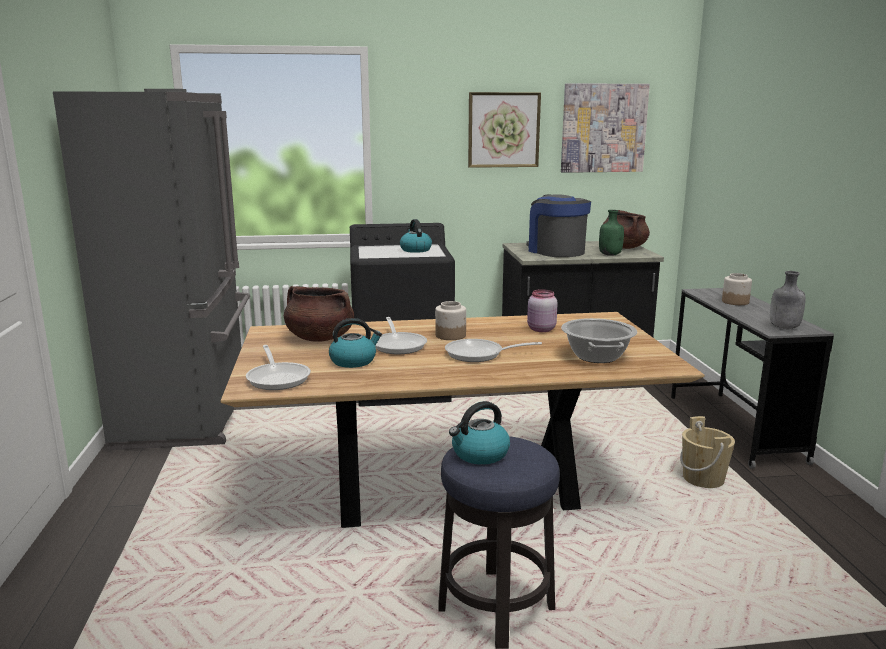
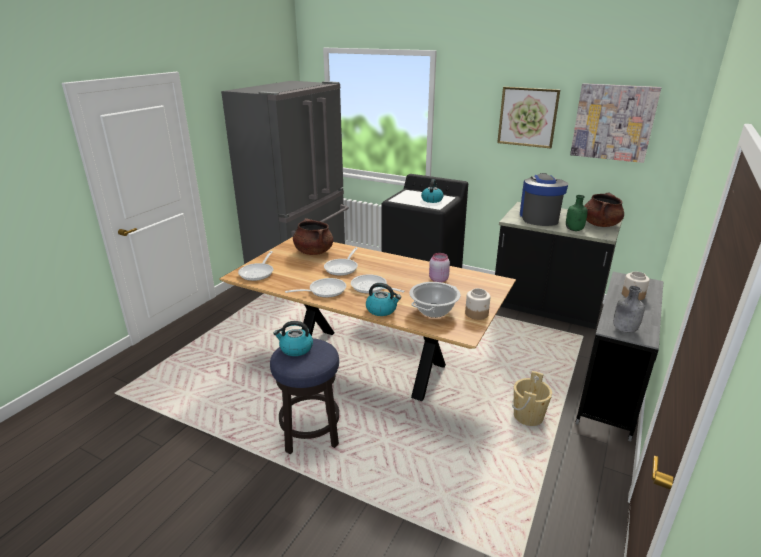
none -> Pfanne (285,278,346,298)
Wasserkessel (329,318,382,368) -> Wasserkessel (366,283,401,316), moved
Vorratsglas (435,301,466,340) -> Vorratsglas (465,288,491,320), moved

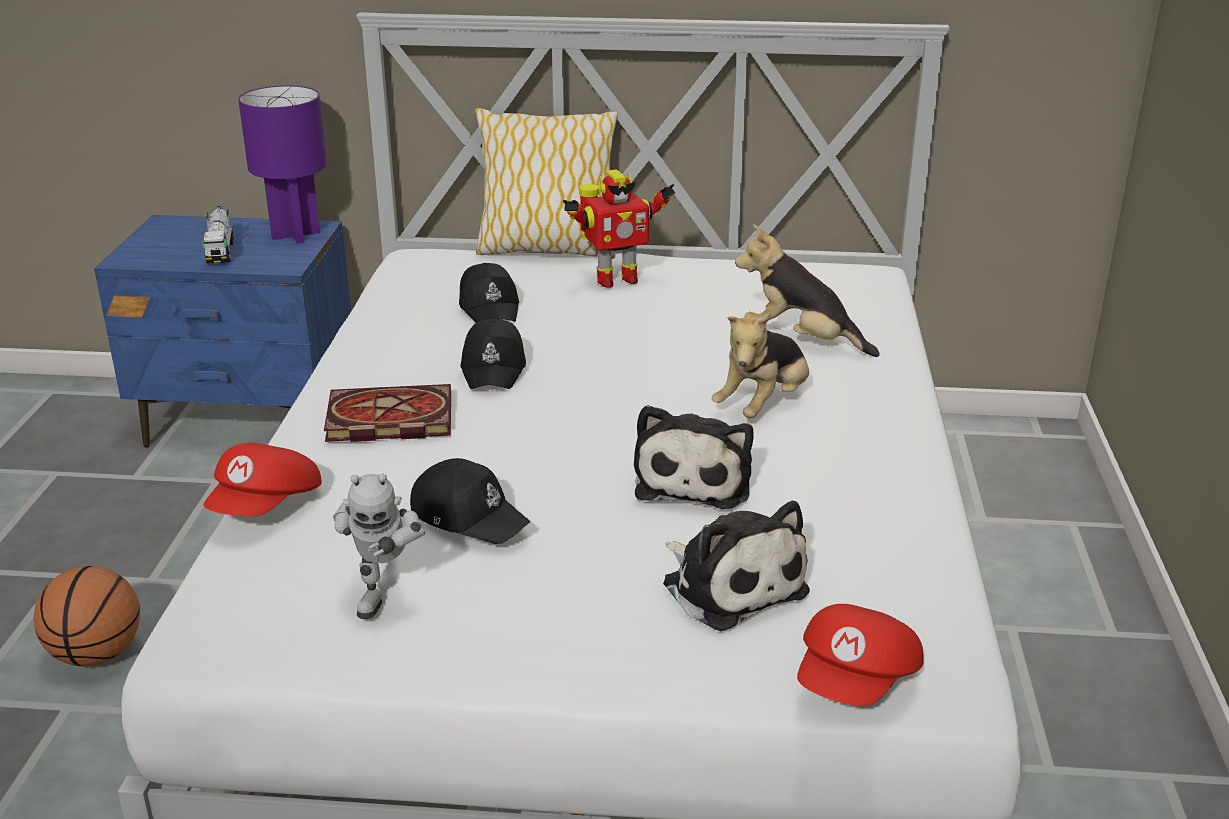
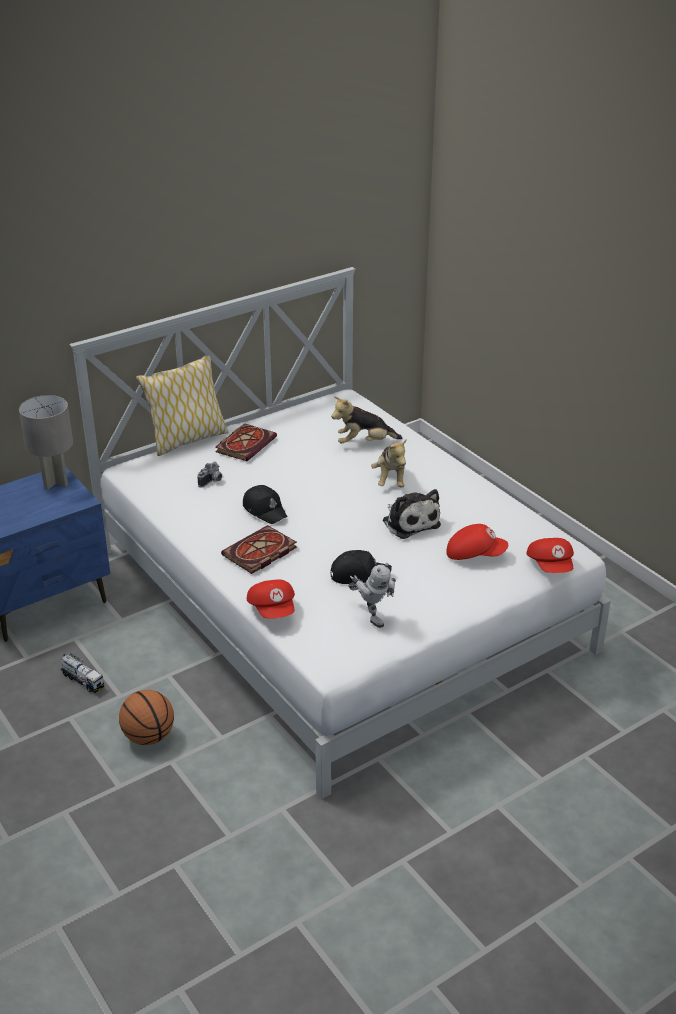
Spielzeuglaster (202,206,234,264) -> Spielzeuglaster (60,653,104,693), moved
Kappe [schwarz] (459,263,519,323) -> Kamera (197,462,222,488)
Spielzeugroboter (563,170,675,288) -> Buch (215,423,277,461)
Plüschtier (663,501,810,631) -> Kappe [rot] (446,524,508,560)
Tischlampe [lila] (238,86,327,244) -> Tischlampe [grau] (19,395,73,490)

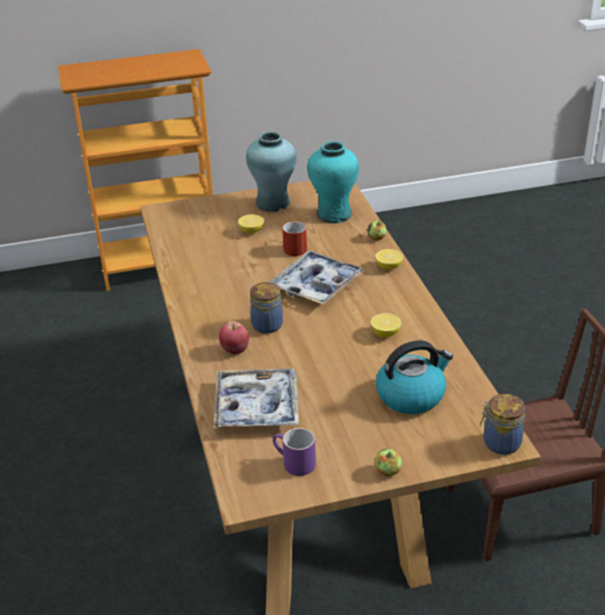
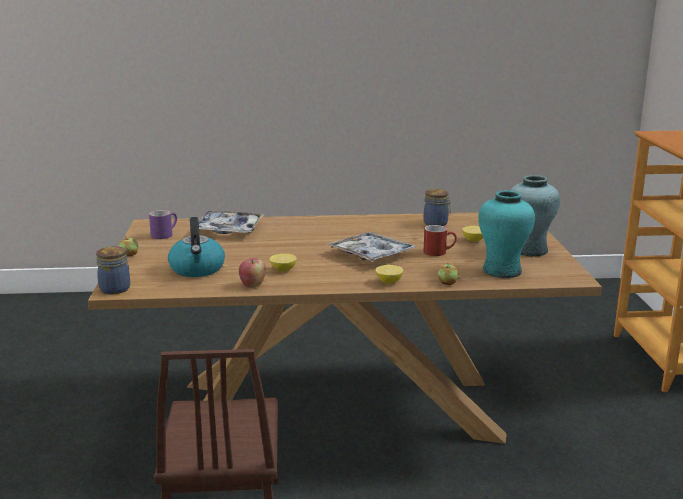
Apfel (219,321,249,354) -> Apfel (239,258,266,288), moved
Vorratsglas (250,282,283,334) -> Vorratsglas (423,189,451,226), moved

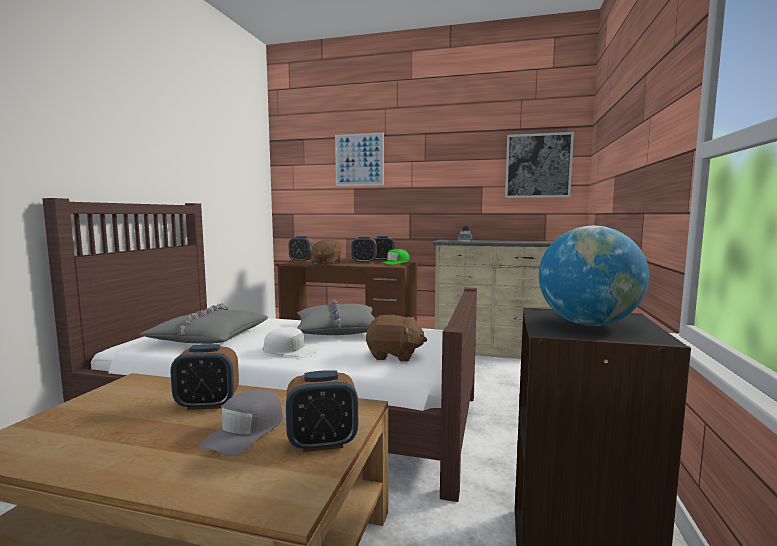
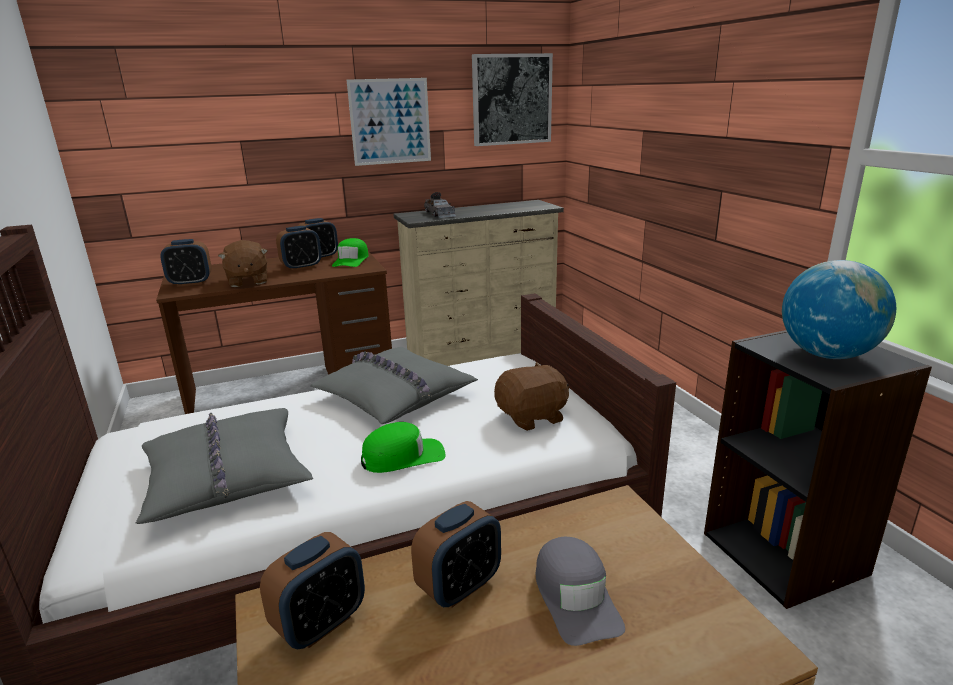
Wecker (286,370,358,452) -> Wecker (260,532,365,649), moved
Bild (335,132,384,186) -> Bild (347,78,431,166), moved
Kappe [weiß] (263,327,320,358) -> Kappe [grün] (361,422,445,473)

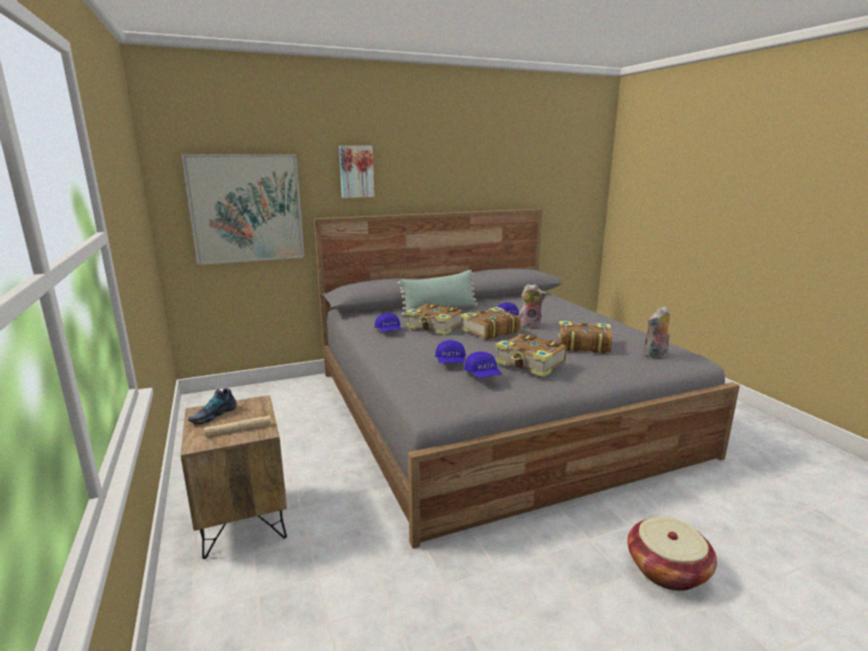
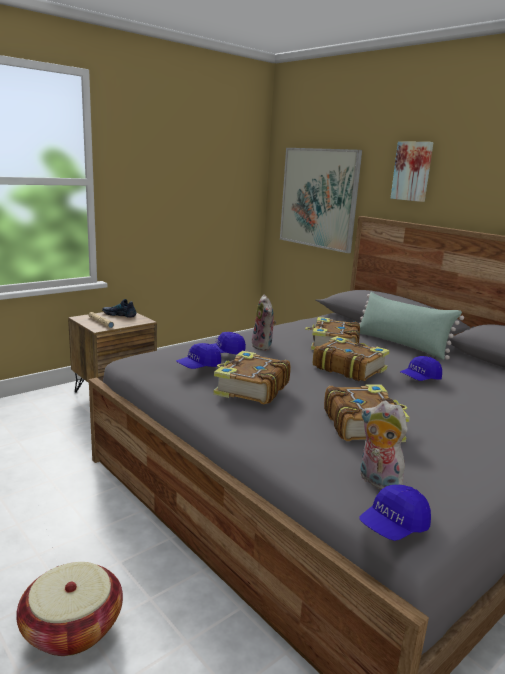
Kappe [blau] (375,313,401,332) -> Kappe [blau] (360,485,431,541), moved
Plüschtier (519,284,547,329) -> Plüschtier (252,295,276,351), moved

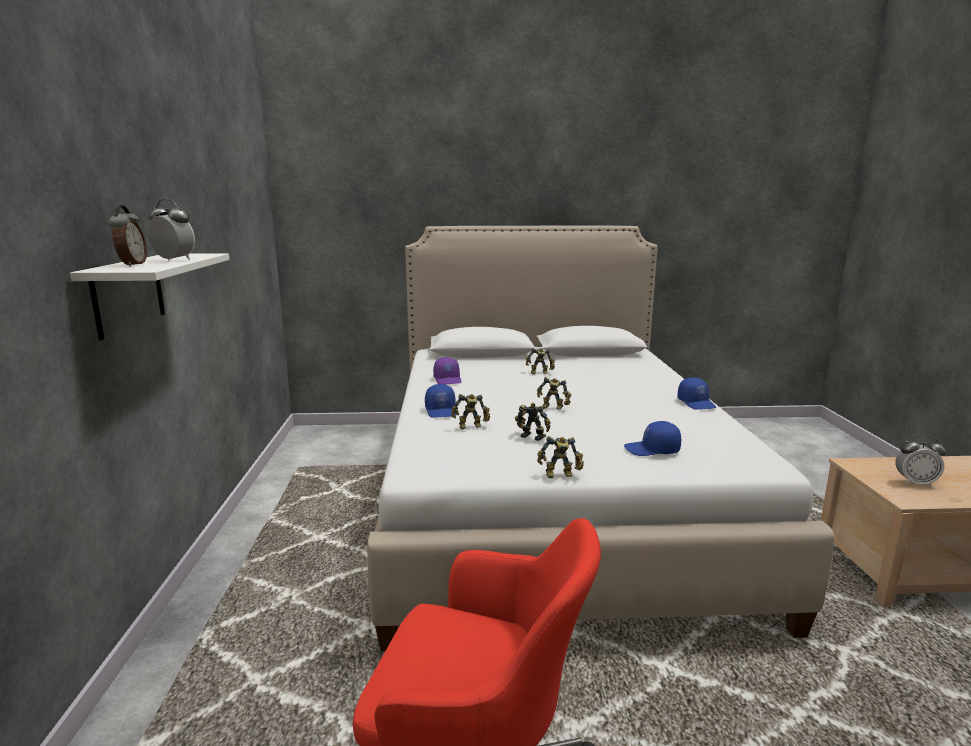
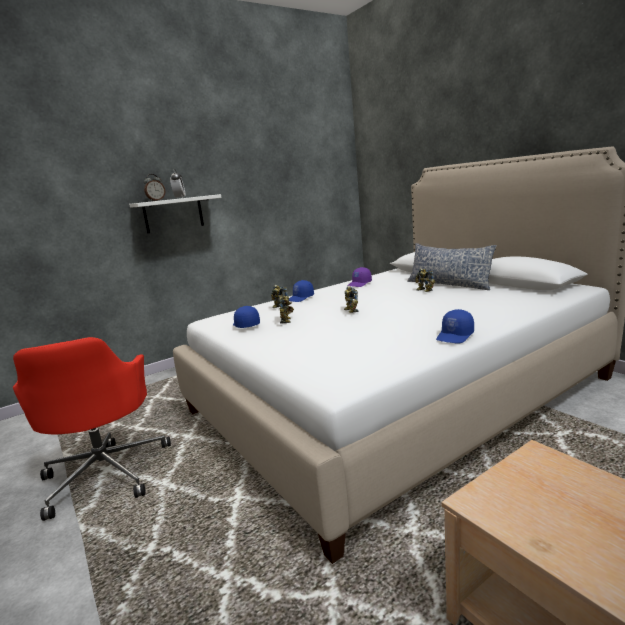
Spielzeugroboter (537,436,584,478) -> none
Wecker (895,435,946,487) -> none
none -> Kissen (407,243,497,290)
Kappe [blau] (624,421,681,456) -> Kappe [blau] (233,306,260,328), moved

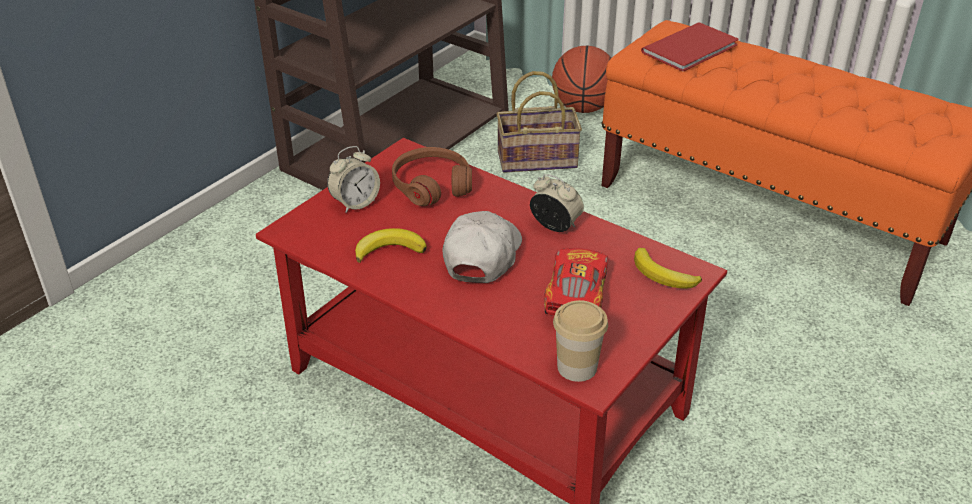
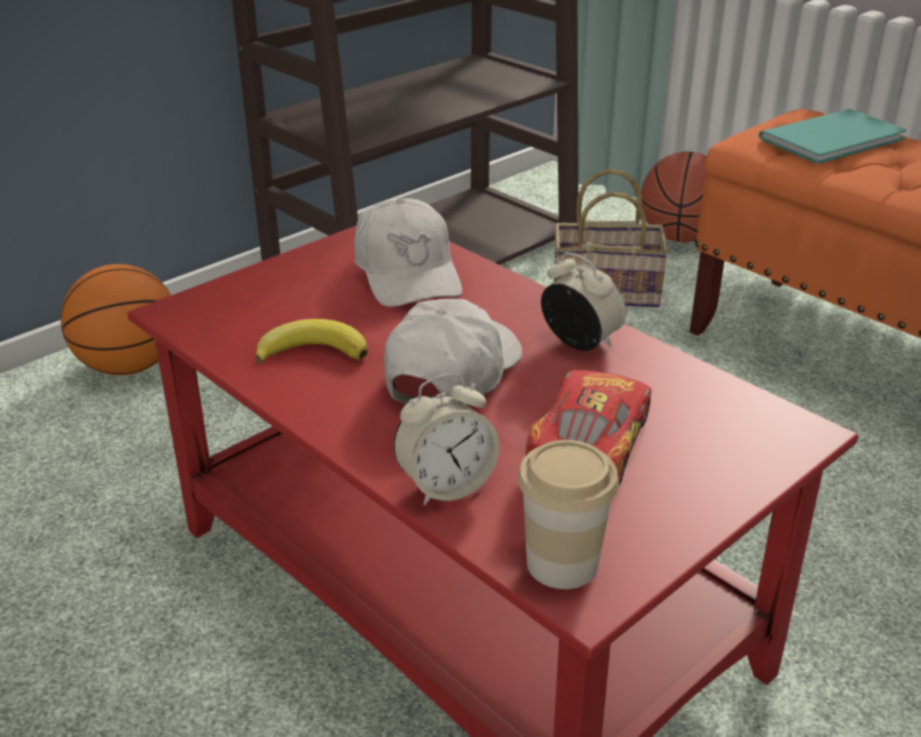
Banane (634,248,702,289) -> none
none -> Basketball (61,264,171,375)
Wecker (327,146,380,213) -> Wecker (394,374,499,506), moved
Kopfhörer [braun] (392,147,472,206) -> Kappe [weiß] (354,198,462,307)
Buch [rot] (641,22,738,71) -> Buch [türkis] (759,109,906,164)

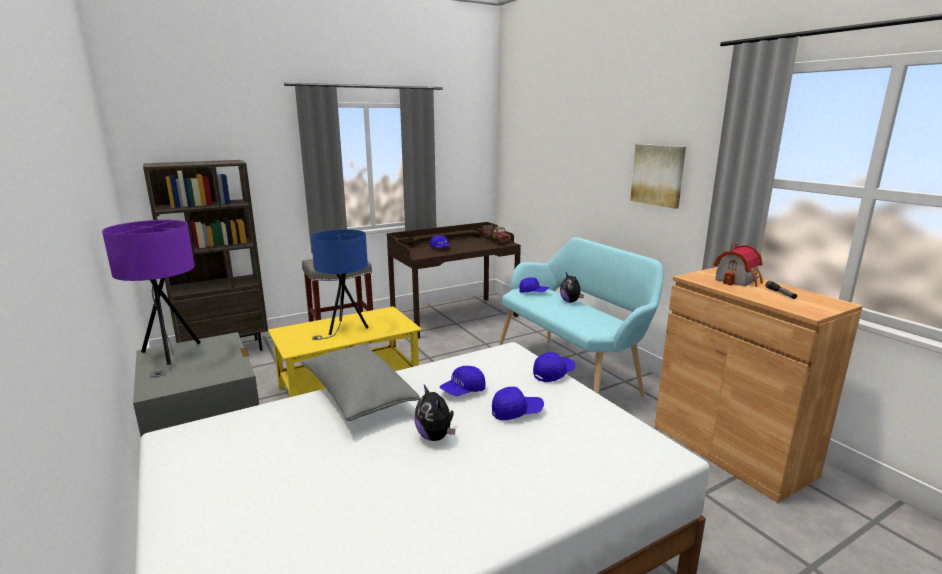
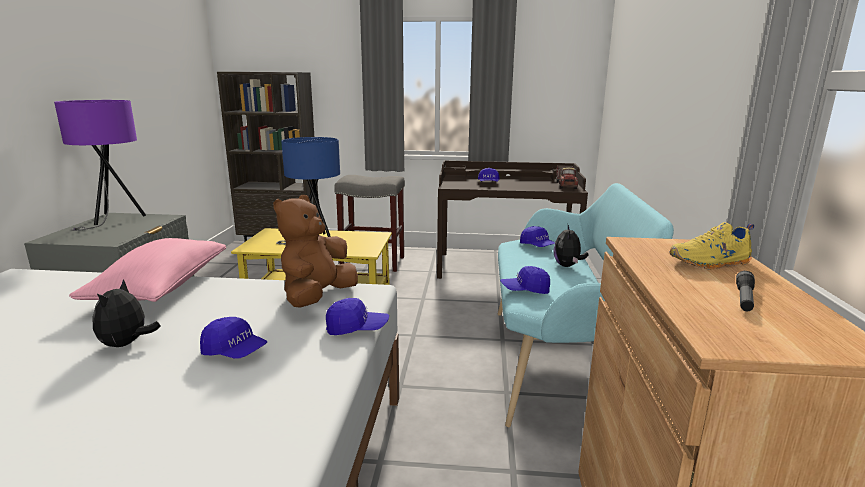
Bild (630,144,686,209) -> none
none -> Plüschtier [braun] (273,195,358,308)
Kappe [blau] (440,366,485,396) -> Kappe [blau] (500,266,550,294), moved
Spielzeughaus (713,242,763,287) -> Schuh [gelb] (669,222,754,270)
Kissen [grau] (302,345,420,421) -> Kissen [rosa] (69,238,226,302)

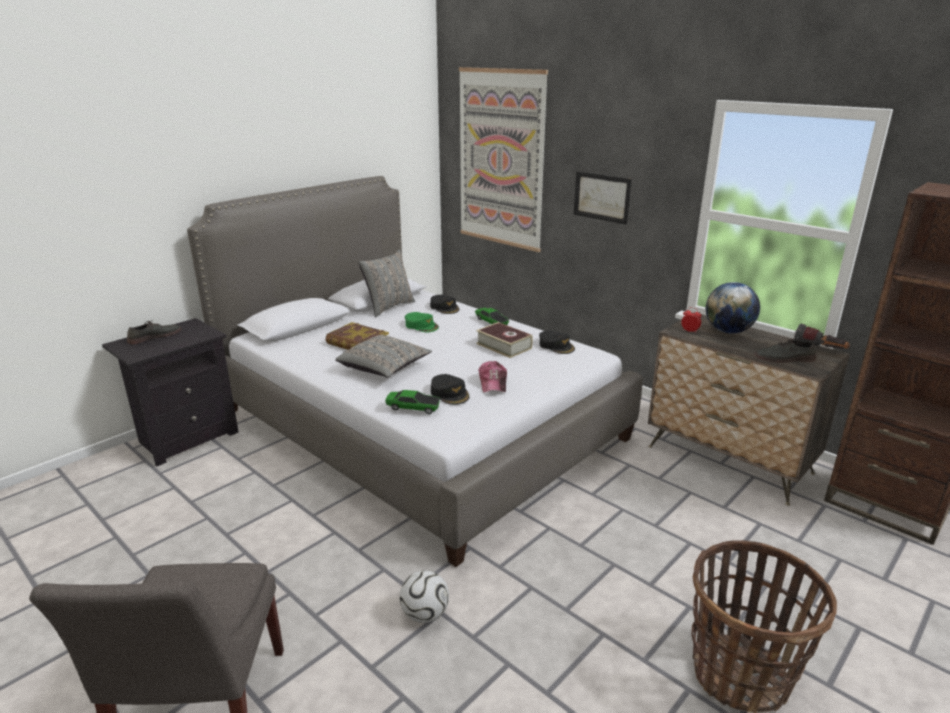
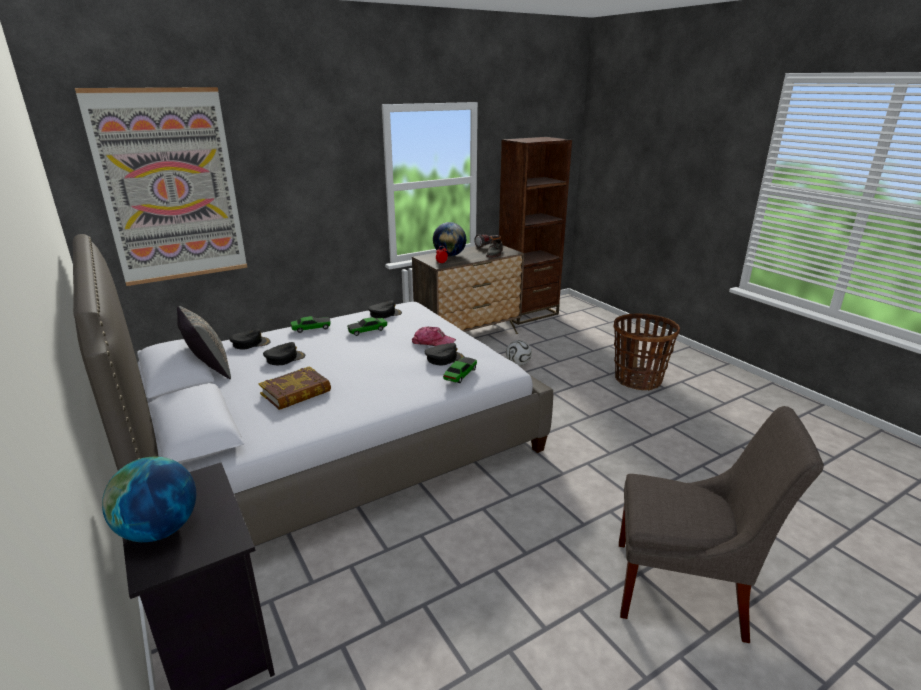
Kissen [grau] (335,335,432,378) -> none
Bild (574,171,631,225) -> none
Fußball (400,570,449,623) -> Fußball (506,340,532,366), moved
Schuh [grau] (127,320,181,344) -> Globus (102,456,196,542)
Buch (476,322,533,358) -> Spielzeugauto (347,317,387,336)
Kappe [grün] (405,312,439,332) -> Kappe [schwarz] (263,342,305,365)

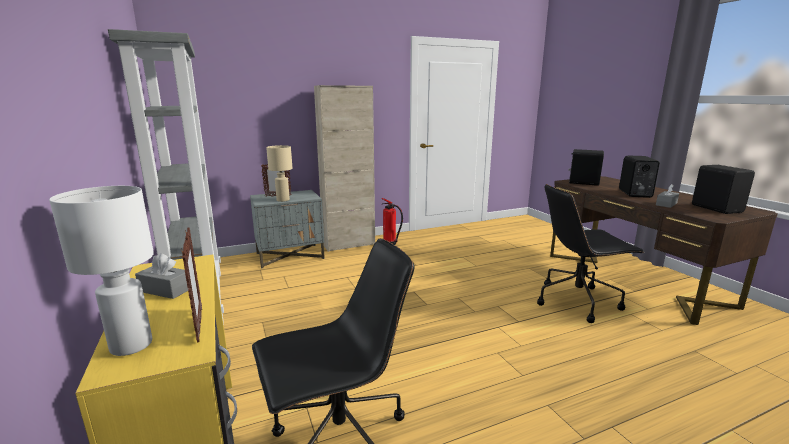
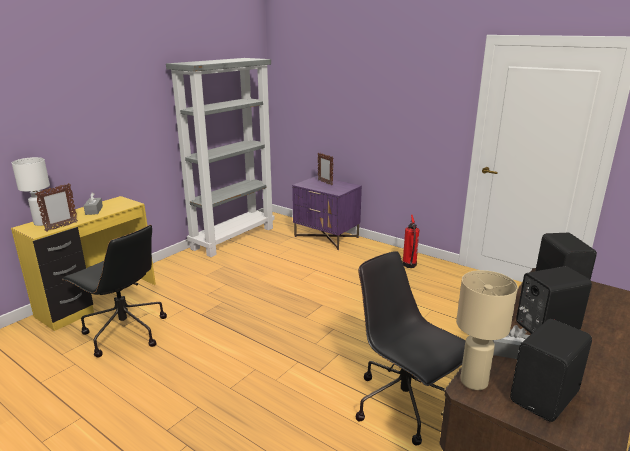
Schrank [beige] (314,85,375,252) -> none
Tischlampe [beige] (266,145,293,202) -> Tischlampe [beige] (456,270,518,390), moved
Nachttisch [grau] (250,190,325,268) -> Nachttisch [lila] (292,176,362,250)

